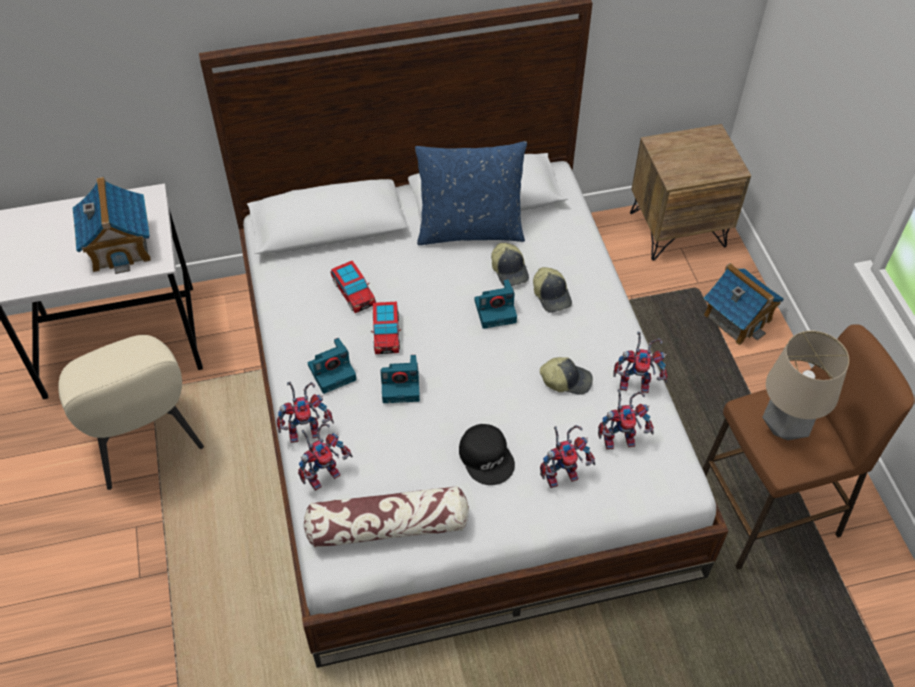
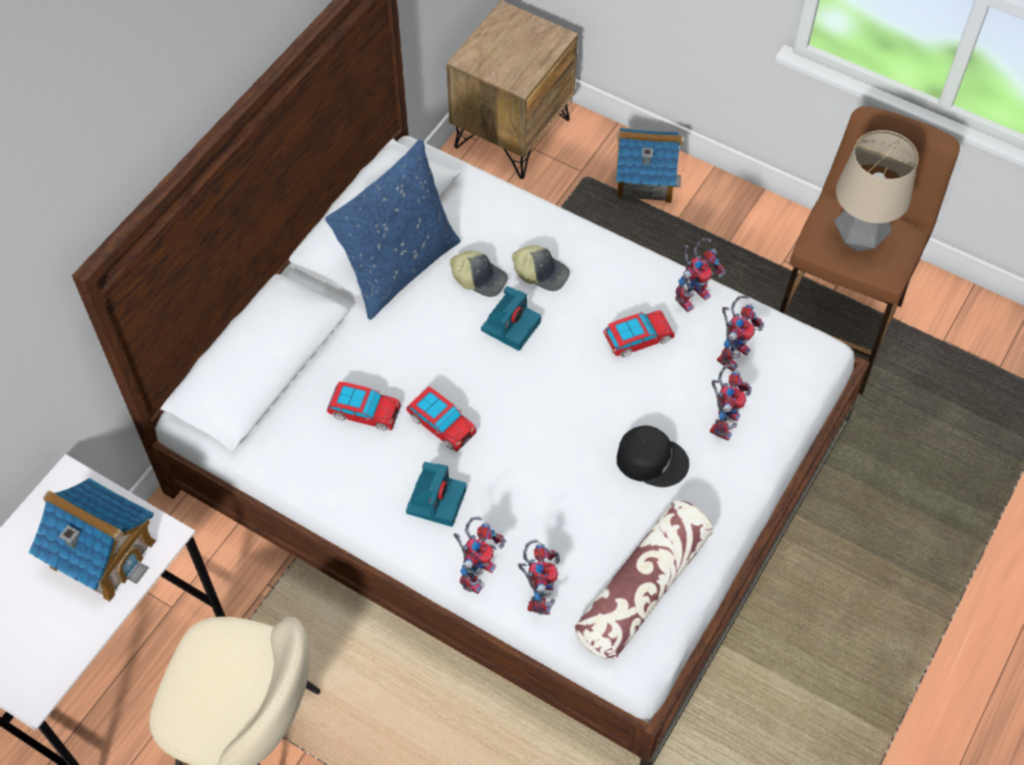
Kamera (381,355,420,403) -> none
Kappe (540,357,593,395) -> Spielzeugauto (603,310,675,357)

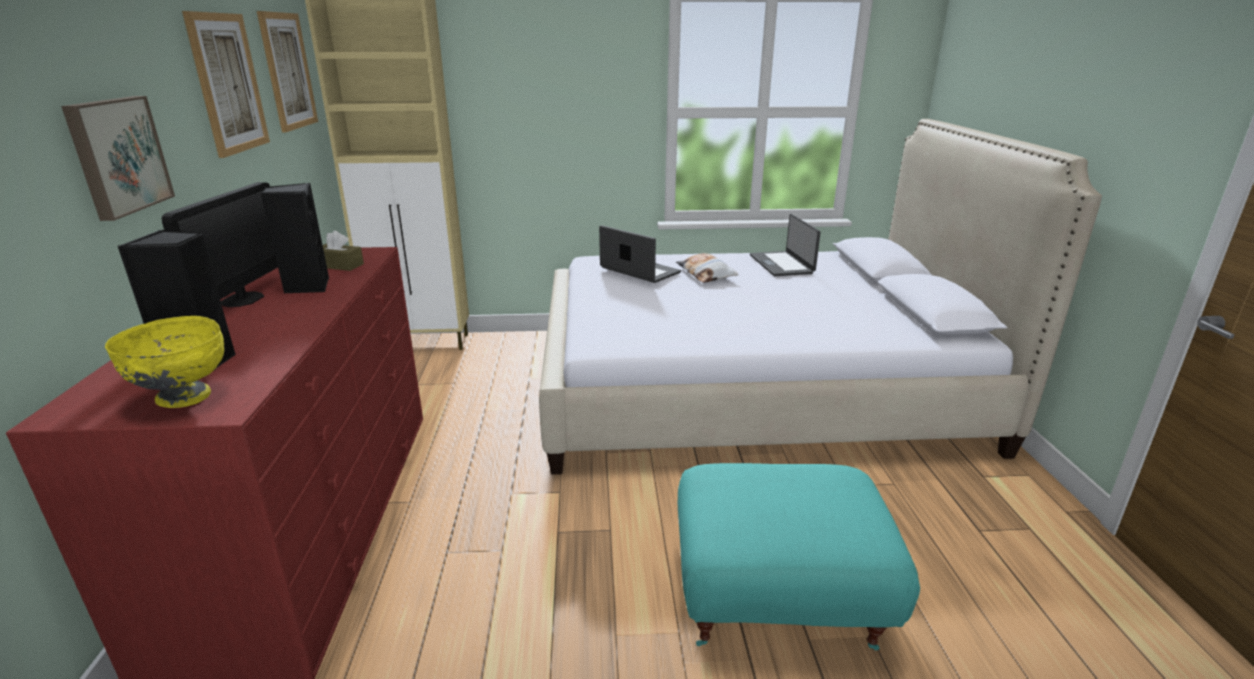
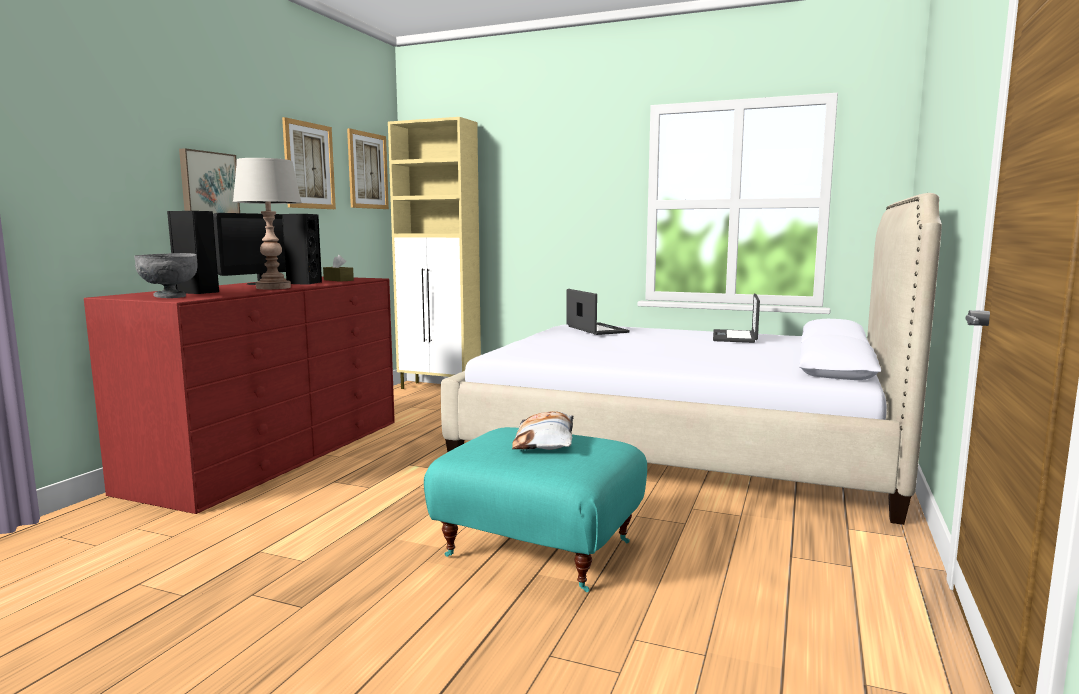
none -> Tischlampe [grau] (233,158,302,289)
Kissen (676,253,739,283) -> Kissen (512,411,573,450), moved
Schüssel [gelb] (105,316,224,408) -> Schüssel [grau] (134,253,197,298)

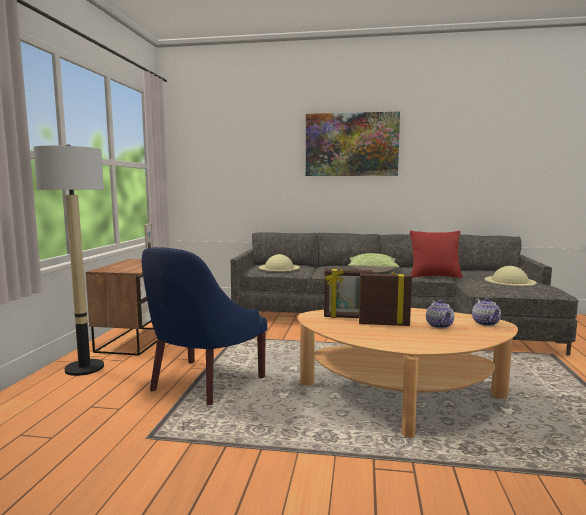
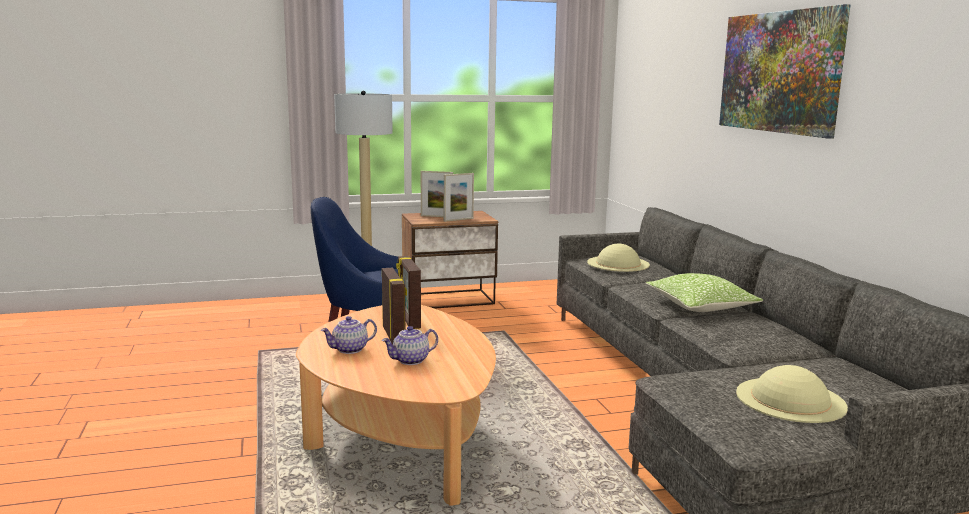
Kissen [rot] (410,230,463,278) -> none
none -> Bilderrahmen (421,171,453,217)
Teekanne (472,298,501,326) -> Teekanne (321,316,377,354), moved

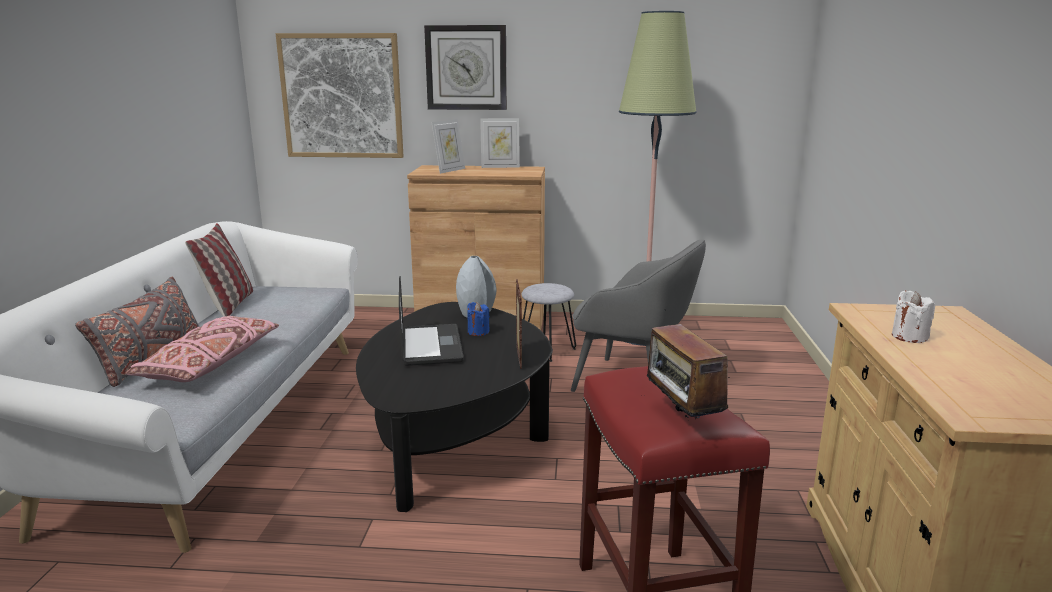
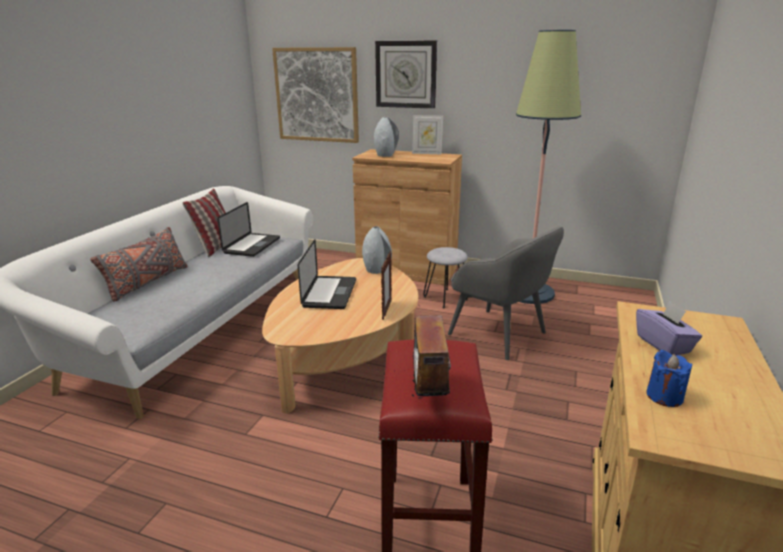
Kissen [rosa] (125,316,279,382) -> none
none -> Laptop (217,202,280,257)
Kerze [blau] (467,302,490,336) -> Kerze [blau] (647,350,692,407), moved
Bilderrahmen (432,119,465,174) -> Vase [grau] (374,117,399,157)
Kerze [weiß] (892,291,935,343) -> Taschentuchbox [lila] (636,301,702,355)
Couchtisch [schwarz] (356,302,553,512) -> Couchtisch [beige] (262,258,418,414)

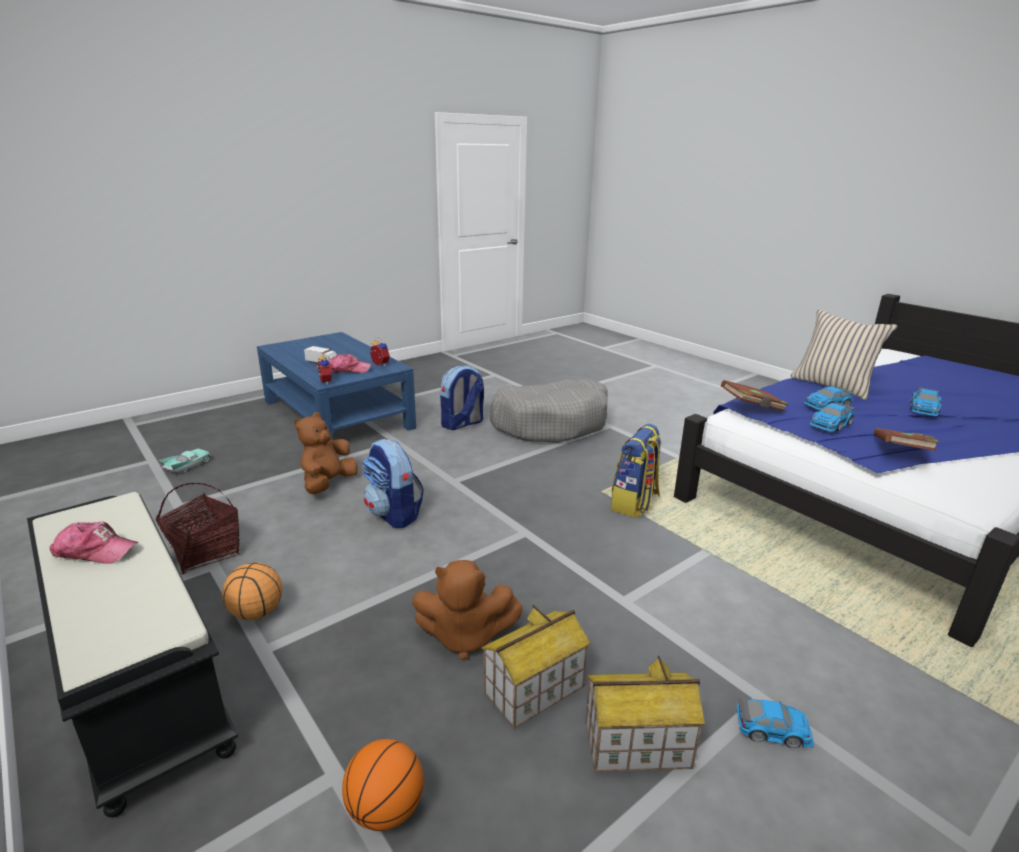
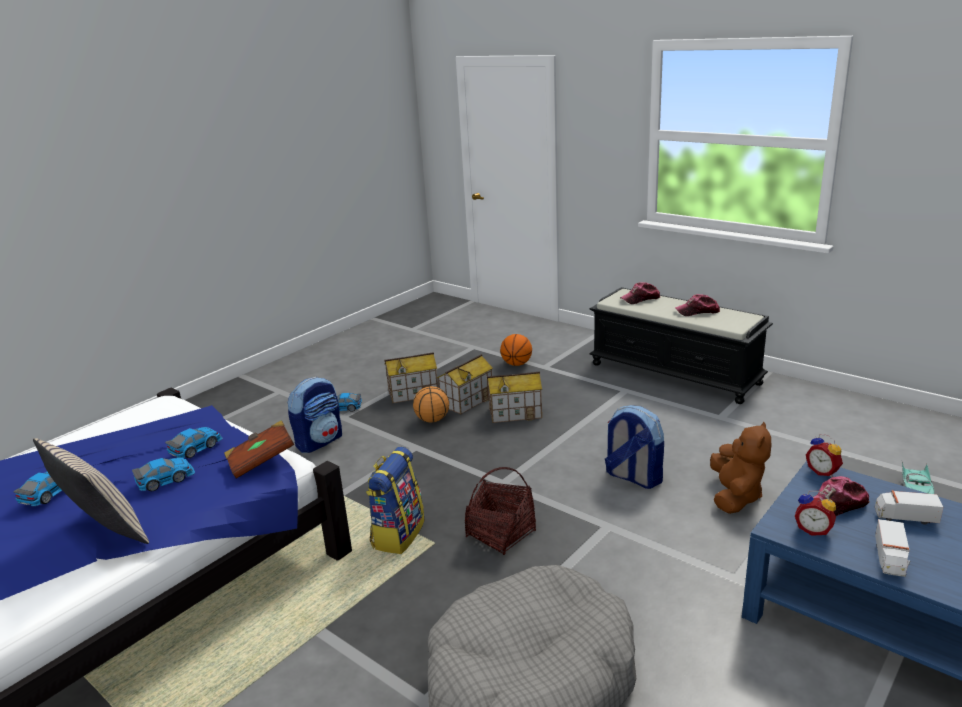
Buch [braun] (874,428,939,451) -> none
none -> Kappe (620,282,660,304)
none -> Spielzeuglaster (875,519,910,577)
Korb (156,483,240,574) -> Korb (465,467,536,555), moved
Basketball (222,562,282,620) -> Basketball (413,386,449,423), moved
Rucksack (440,366,484,430) -> Rucksack (288,377,342,453), moved
Plüschtier [braun] (412,560,523,660) -> Spielzeughaus (487,372,542,423)

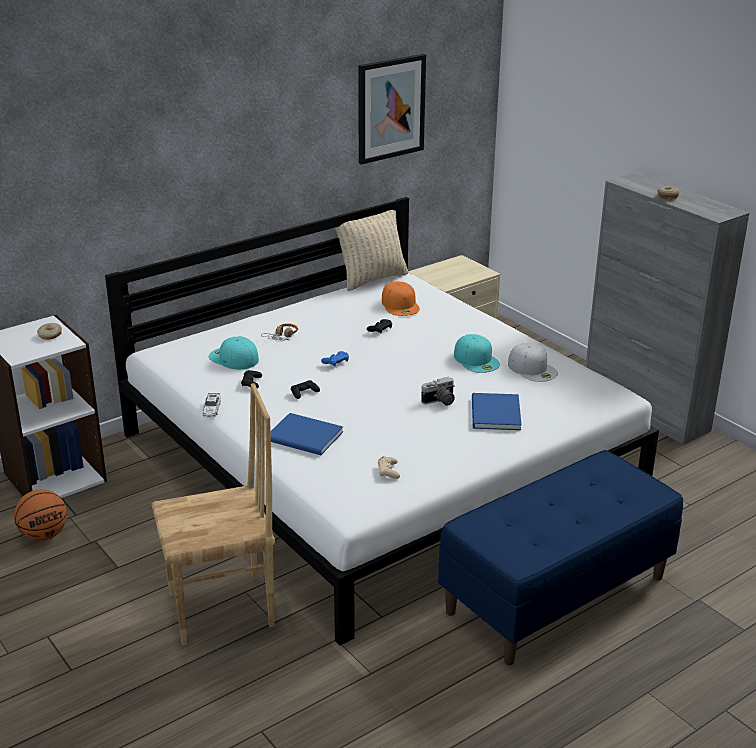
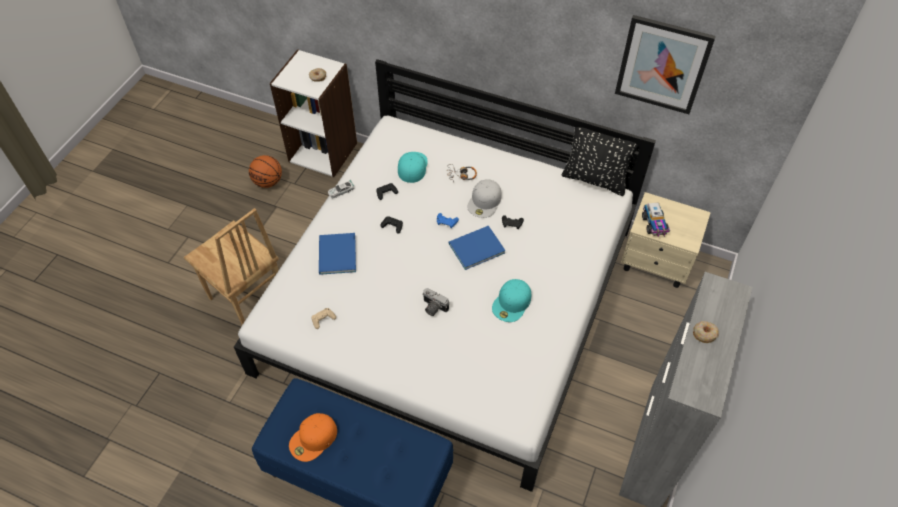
none -> Spielzeuglaster (642,203,670,237)
Kappe [orange] (382,282,420,316) -> Kappe [orange] (289,413,337,462), moved
Buch [blau] (472,393,522,430) -> Buch [blau] (449,226,506,270), moved
Kappe [weiß] (508,343,558,382) -> Kappe [weiß] (467,179,502,218), moved
Kissen [beige] (335,210,408,291) -> Kissen [schwarz] (562,127,638,196)

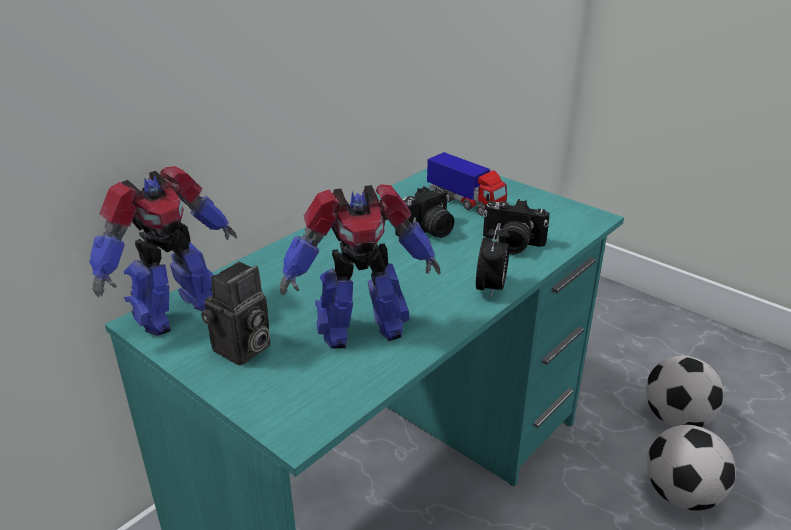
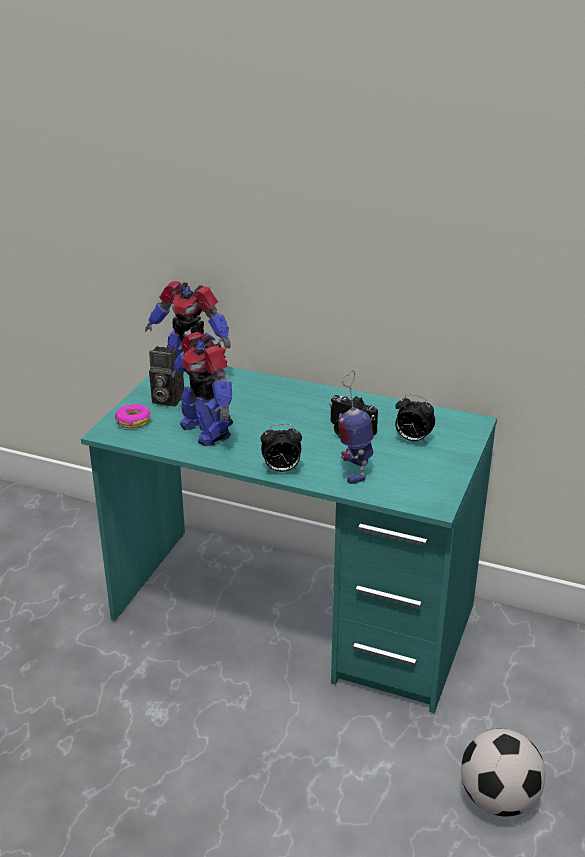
Fußball (647,425,736,511) -> none
none -> Donut (115,404,151,428)
Spielzeuglaster (427,152,507,216) -> Wecker (395,394,435,444)
Kamera (483,199,550,255) -> Spielzeugroboter (338,370,373,484)

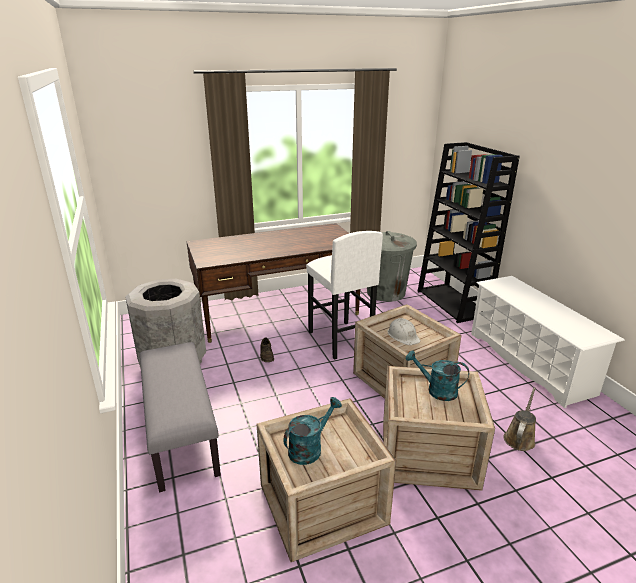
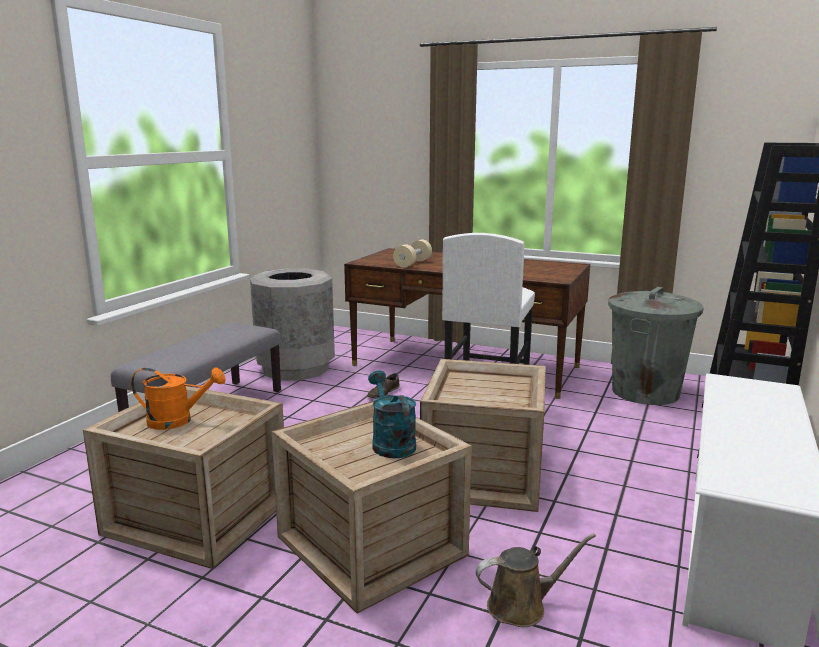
Schutzhelm [weiß] (388,318,421,345) -> none
none -> Hantel [beige] (393,240,432,268)
Gießkanne [türkis] (283,397,342,465) -> Gießkanne [orange] (131,367,225,430)

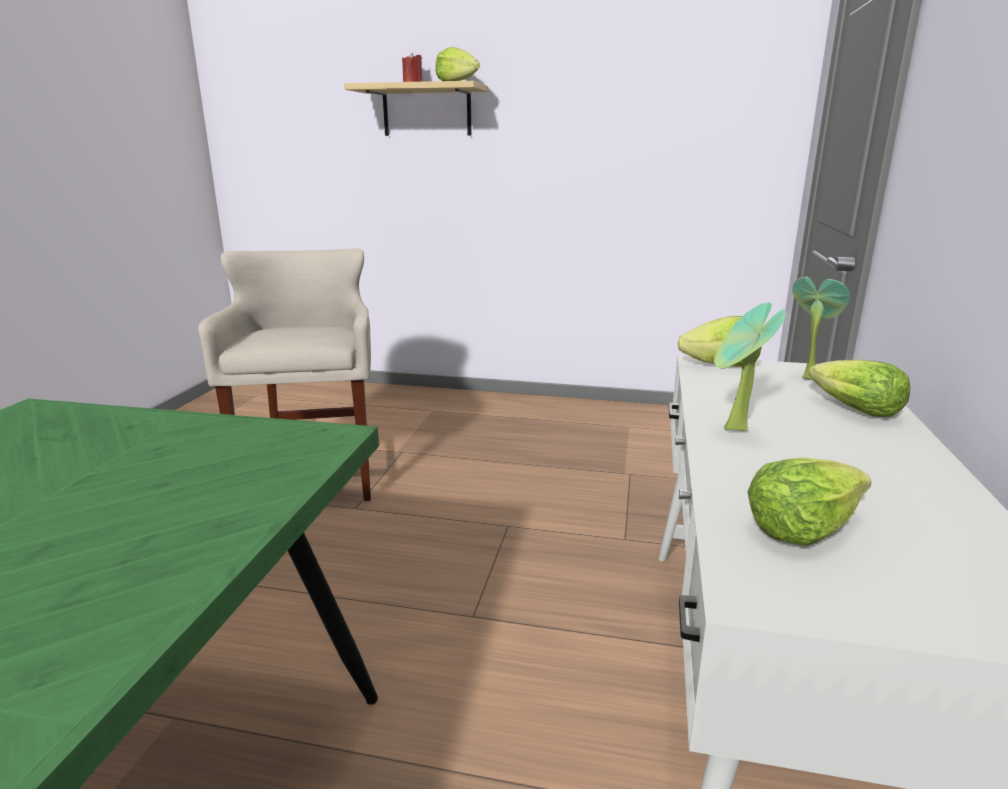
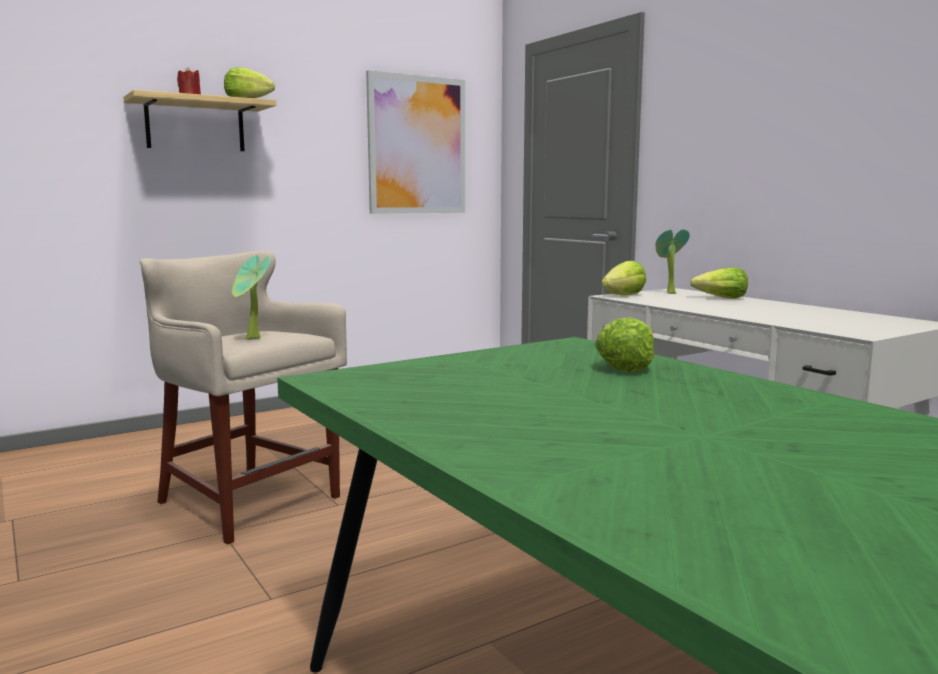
none -> Bild (366,70,465,214)
Topfpflanze (714,303,786,431) -> Topfpflanze (232,255,270,340), moved
Salatkopf (747,457,872,546) -> Salatkopf (595,317,654,372), moved

